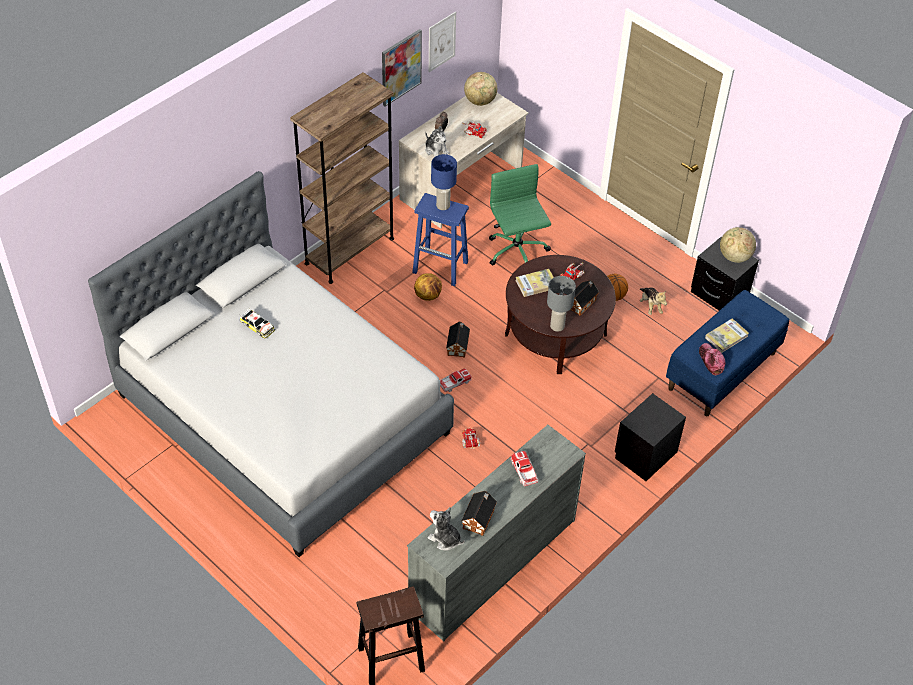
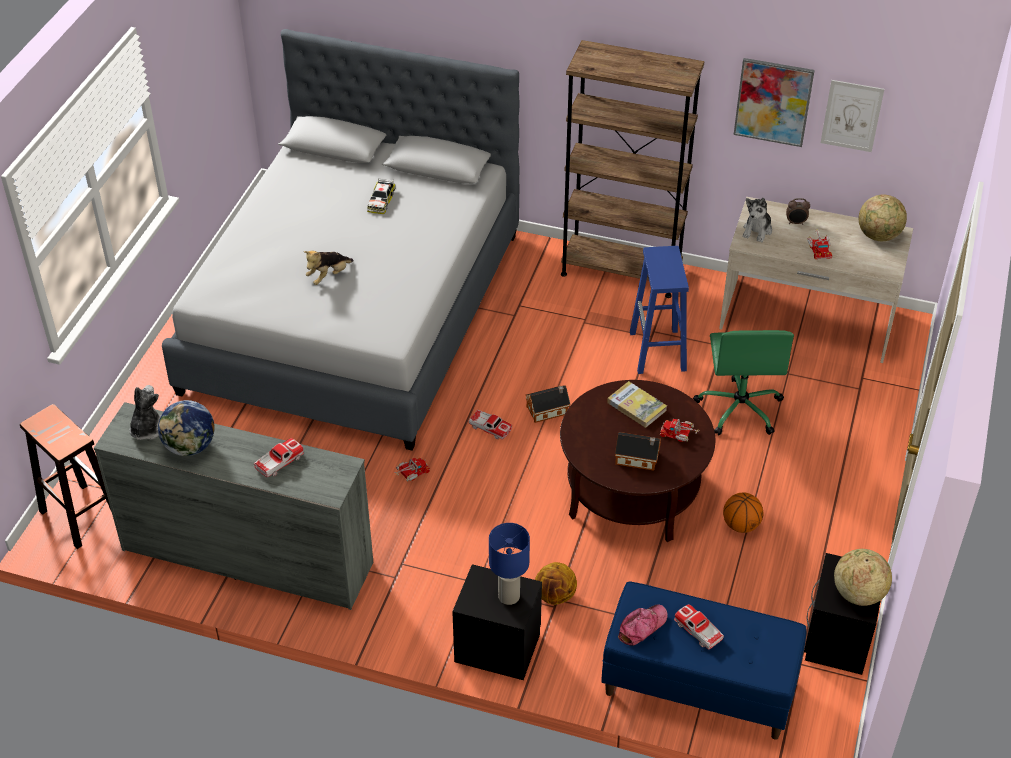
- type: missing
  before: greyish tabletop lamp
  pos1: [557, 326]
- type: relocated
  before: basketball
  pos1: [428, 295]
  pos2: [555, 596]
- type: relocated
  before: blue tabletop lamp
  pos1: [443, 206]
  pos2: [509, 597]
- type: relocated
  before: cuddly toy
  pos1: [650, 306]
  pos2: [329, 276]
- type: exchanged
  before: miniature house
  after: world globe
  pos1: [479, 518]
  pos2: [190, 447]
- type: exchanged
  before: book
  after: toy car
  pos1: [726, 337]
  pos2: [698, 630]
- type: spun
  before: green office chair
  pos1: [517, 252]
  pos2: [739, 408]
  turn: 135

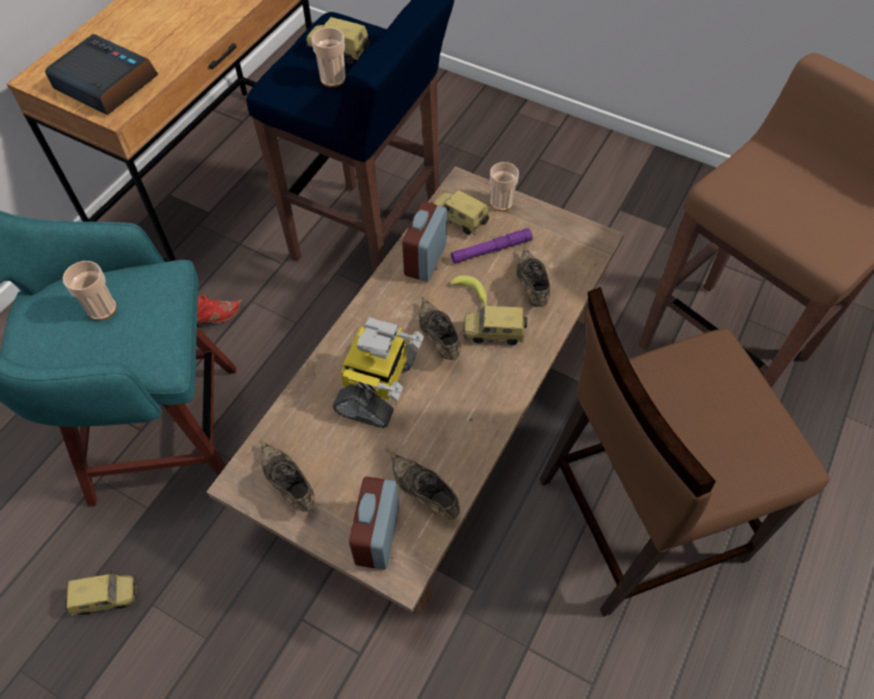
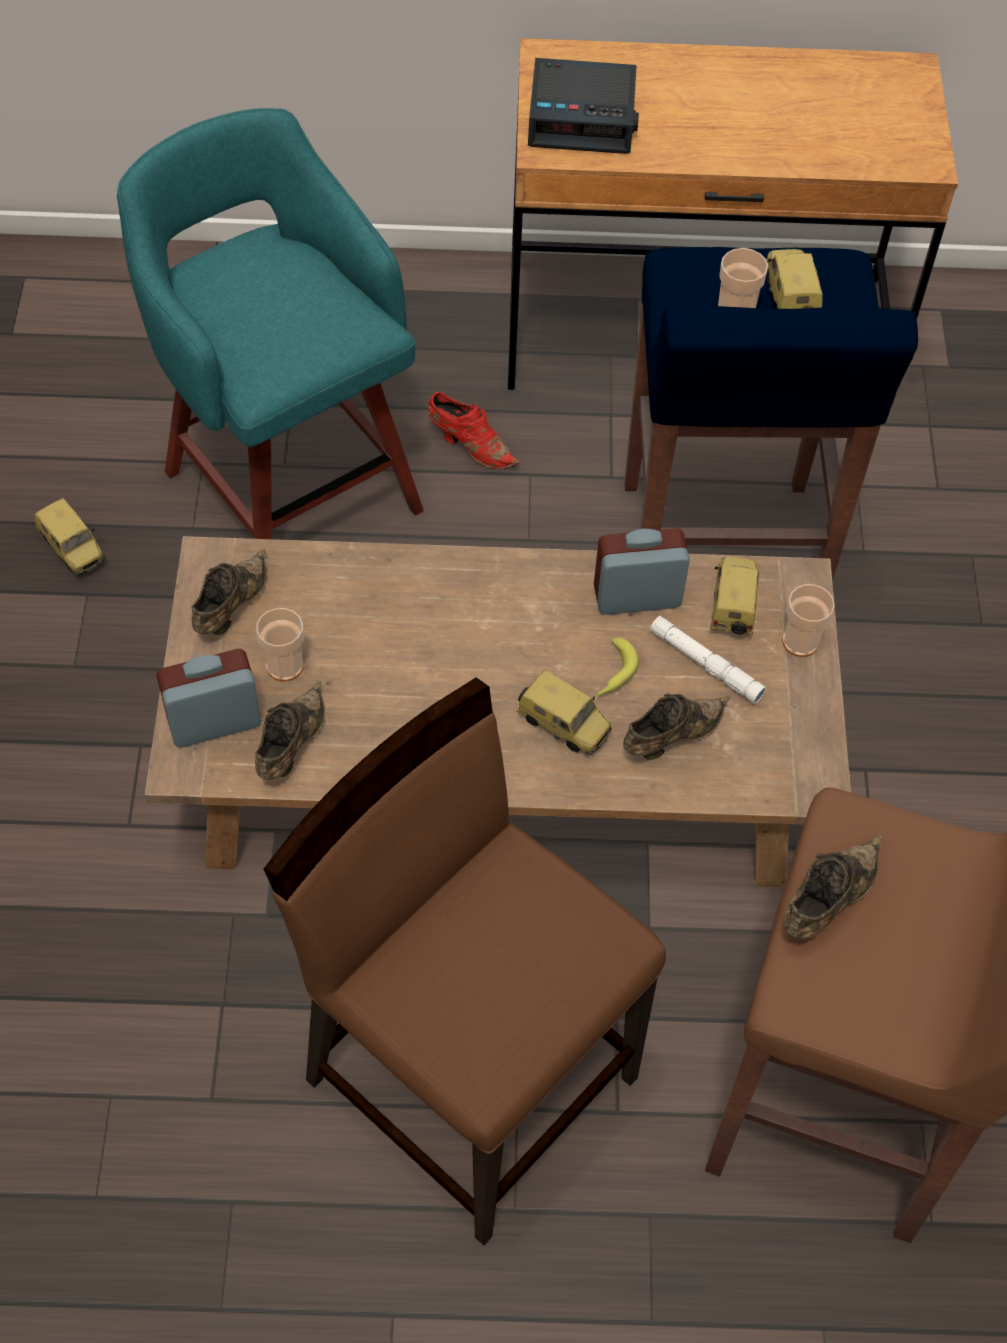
- type: missing
  before: toy robot
  pos1: [378, 387]
- type: relocated
  before: drinking cup
  pos1: [102, 309]
  pos2: [284, 666]
- type: relocated
  before: brown item of footwear
  pos1: [438, 340]
  pos2: [826, 902]
- type: colour
  before: purple-coloured hand torch
  after: white-coloured hand torch
  pos1: [491, 250]
  pos2: [705, 664]
- type: spun
  before: alarm clock
  pos1: [105, 84]
  pos2: [583, 117]
  turn: 90
- type: spun
  before: toy car
  pos1: [494, 335]
  pos2: [564, 724]
  turn: 150

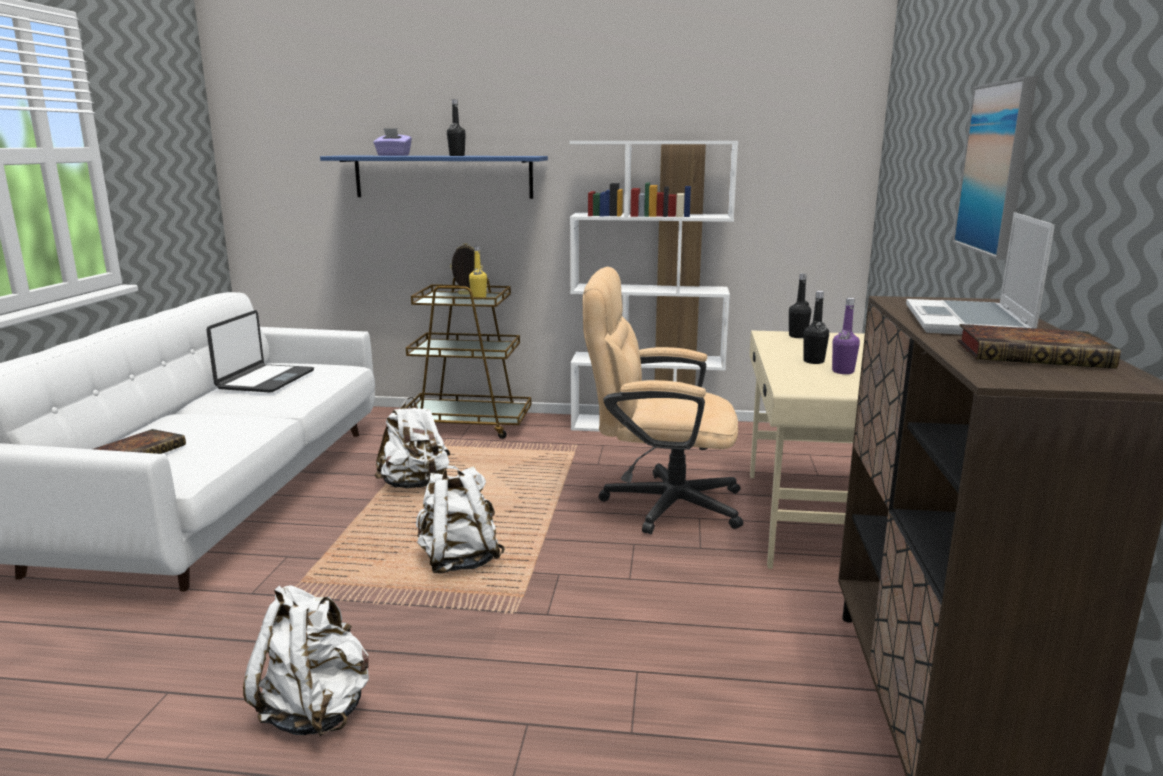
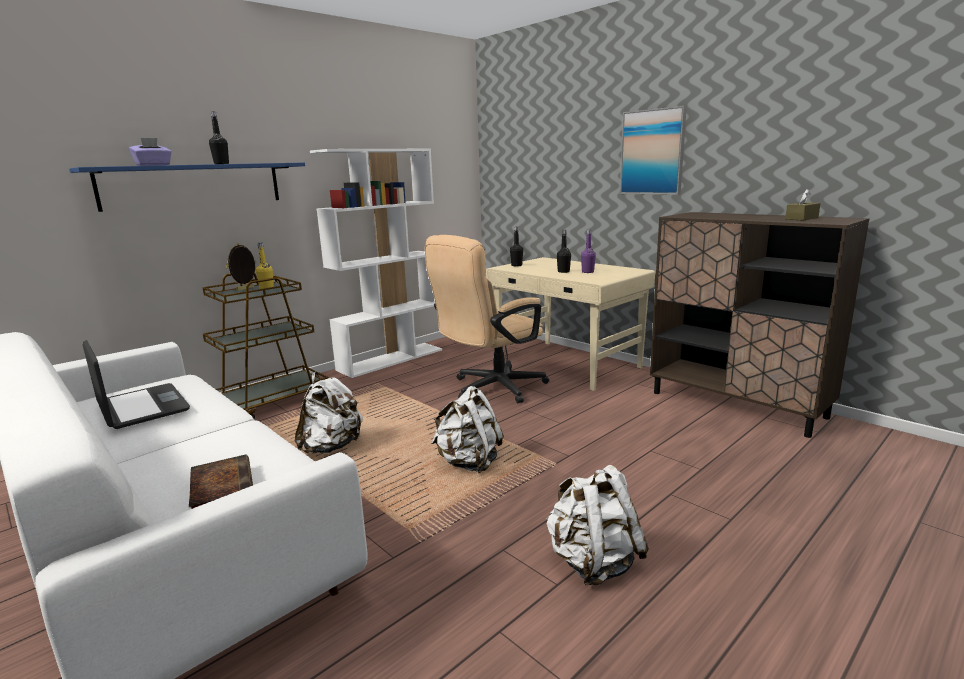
- type: missing
  before: laptop
  pos1: [968, 322]
- type: exchanged
  before: book
  after: brown tissue holder
  pos1: [1035, 355]
  pos2: [801, 218]

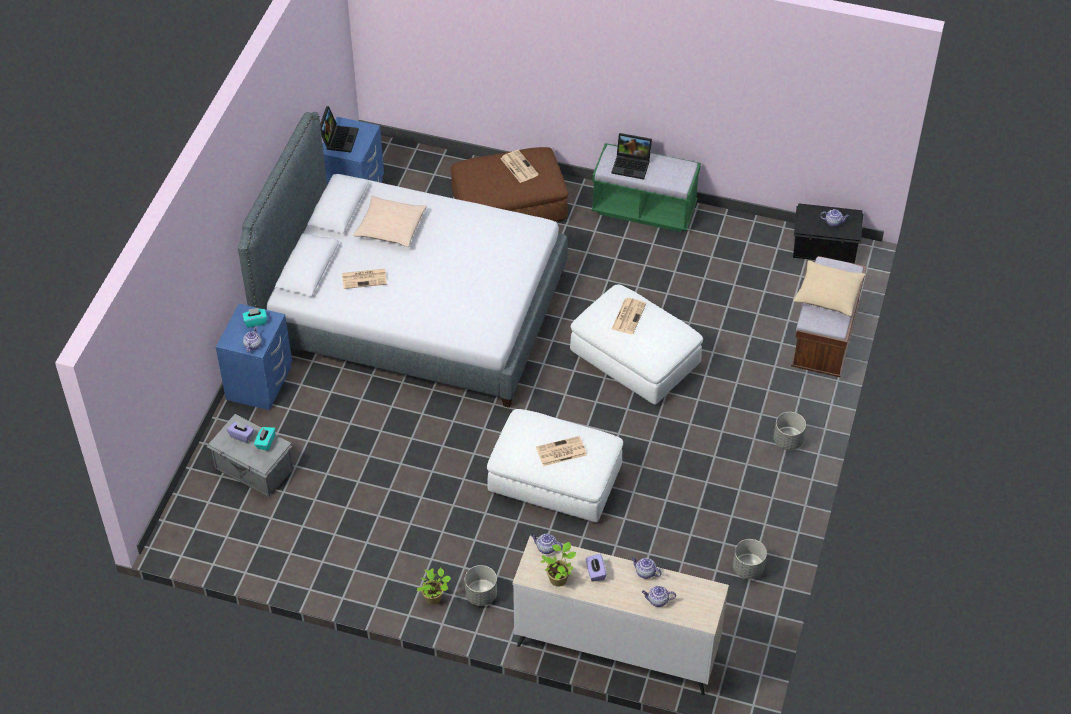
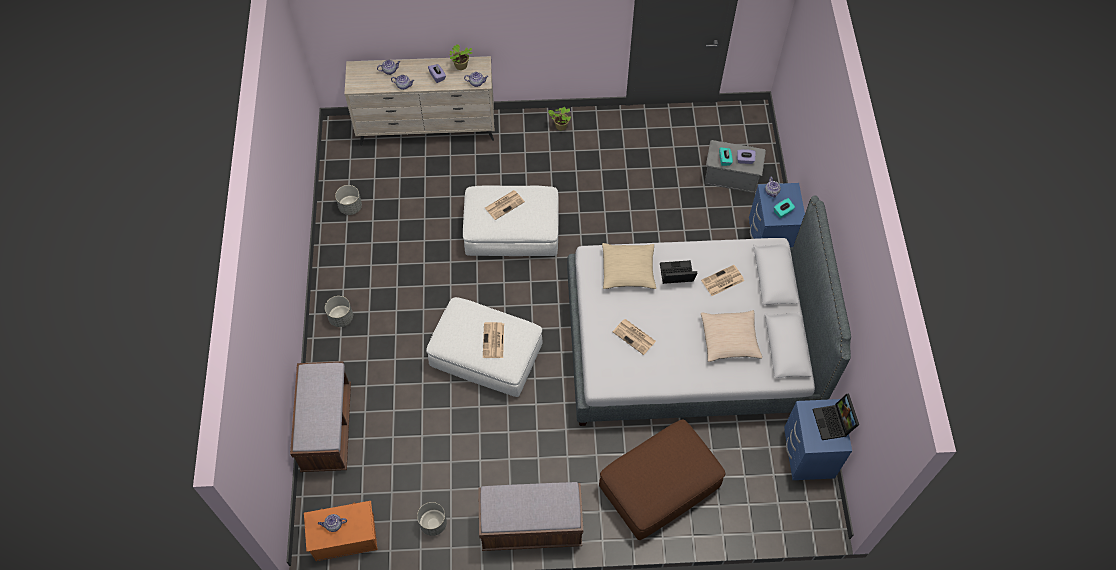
- type: relocated
  before: greyish plant pot
  pos1: [481, 595]
  pos2: [433, 523]
- type: relocated
  before: printed paper
  pos1: [518, 166]
  pos2: [634, 337]
- type: relocated
  before: laptop
  pos1: [632, 165]
  pos2: [676, 275]
- type: relocated
  before: sand-coloured pillow
  pos1: [828, 294]
  pos2: [628, 270]
- type: colour
  before: green indoor bench
  after: brown indoor bench
  pos1: [644, 209]
  pos2: [531, 527]
- type: colour
  before: black-coloured storage bin
  after: orangey storage bin
  pos1: [825, 248]
  pos2: [344, 536]

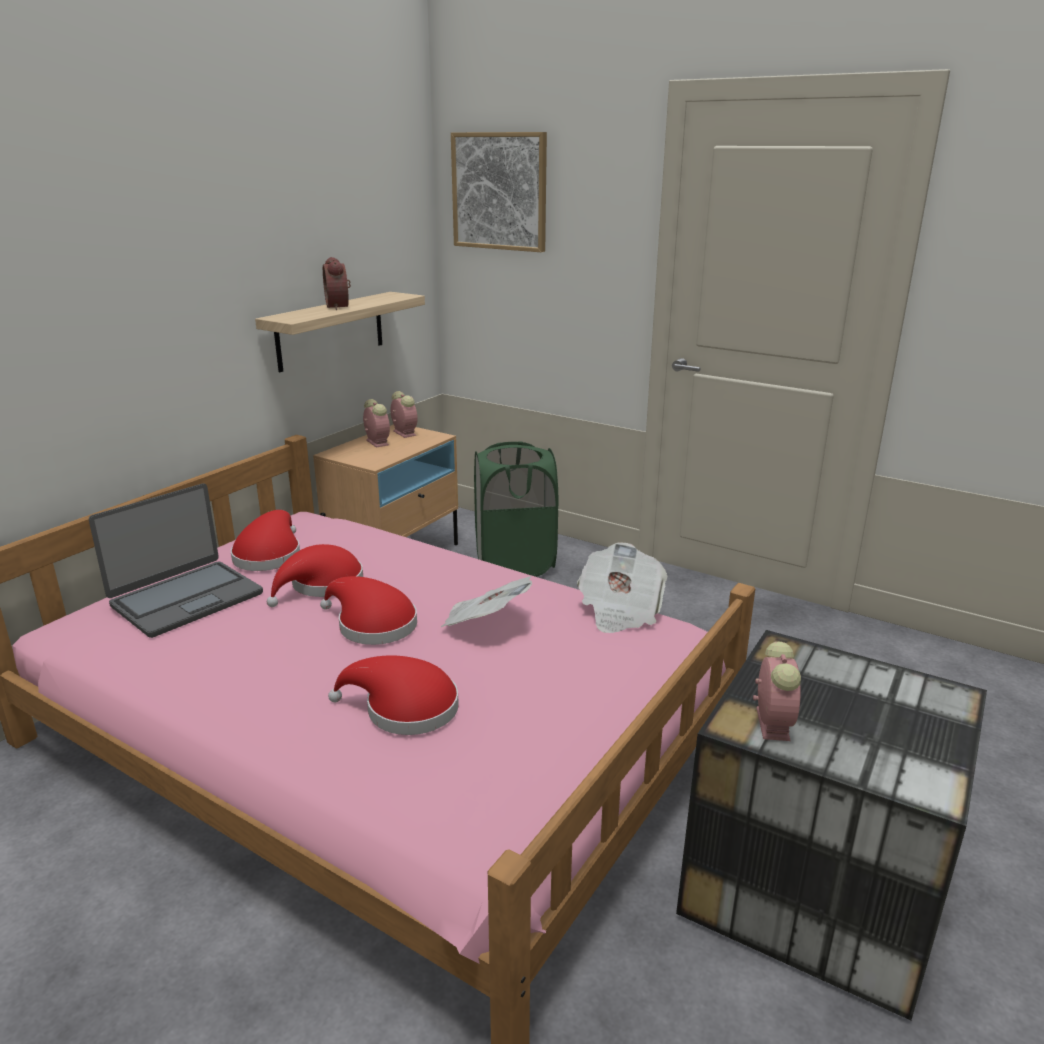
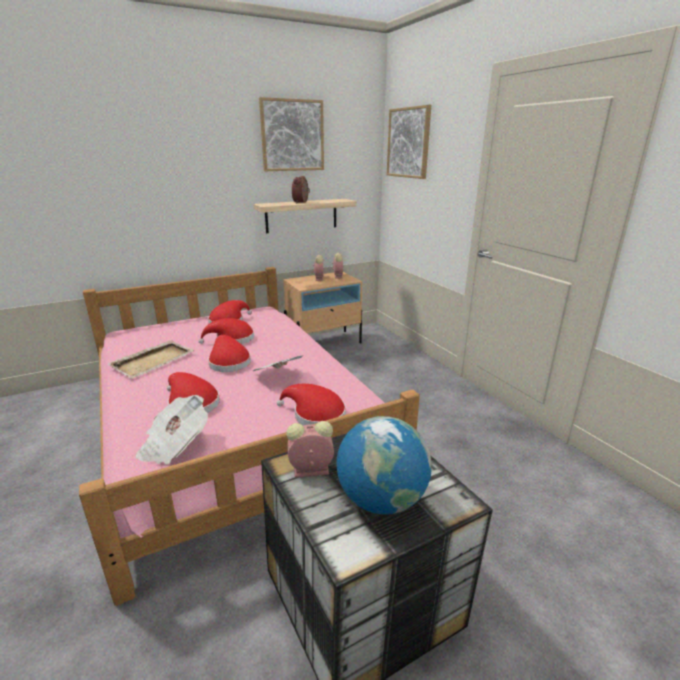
- type: missing
  before: laptop
  pos1: [186, 599]
- type: missing
  before: green washing basket
  pos1: [515, 563]
- type: appeared
  after: sand-coloured serving tray
  pos2: [153, 360]
- type: appeared
  after: wall art
  pos2: [292, 135]
- type: appeared
  after: red clothing hat
  pos2: [315, 415]
- type: appeared
  after: world globe
  pos2: [381, 499]
- type: relocated
  before: printed paper
  pos1: [619, 610]
  pos2: [174, 445]
- type: spun
  before: alarm clock
  pos1: [771, 722]
  pos2: [309, 470]
  turn: -135

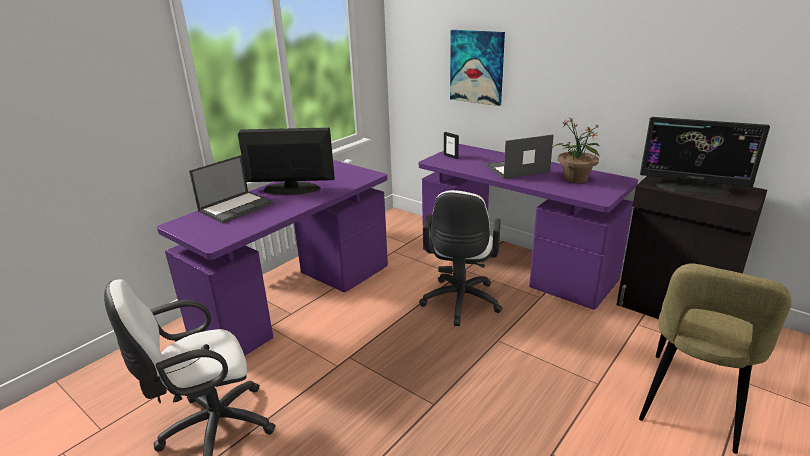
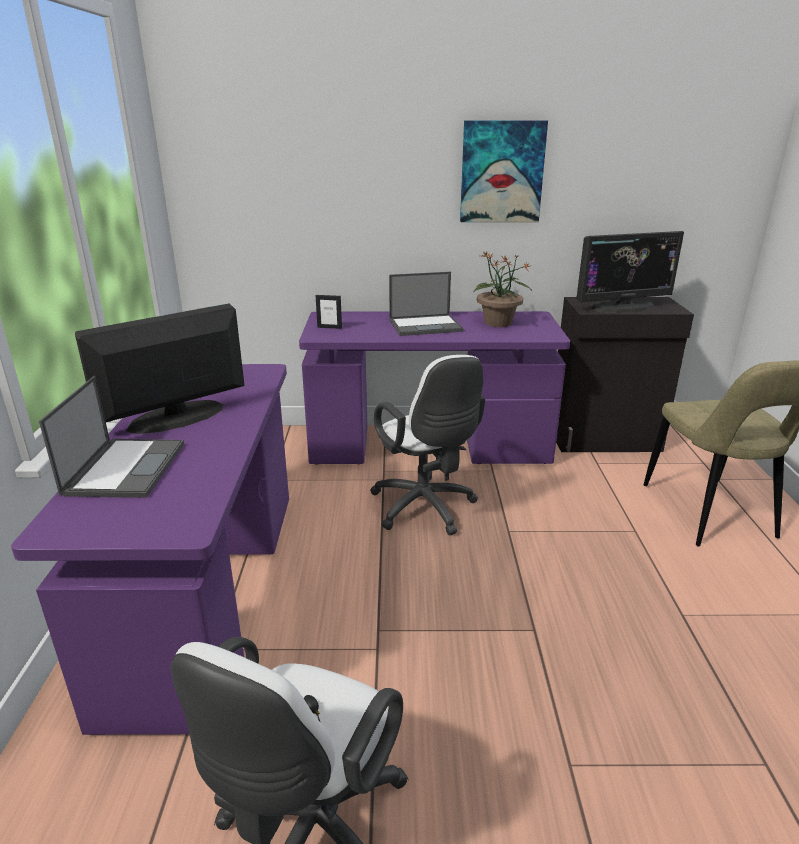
- type: relocated
  before: wall art
  pos1: [477, 67]
  pos2: [501, 172]
- type: spun
  before: laptop
  pos1: [516, 169]
  pos2: [426, 325]
  turn: -135

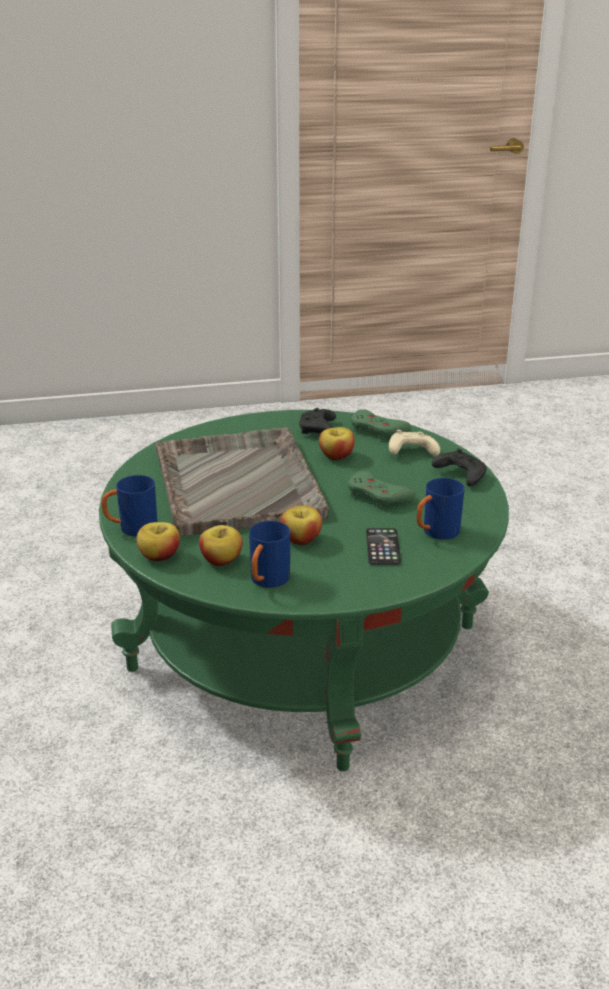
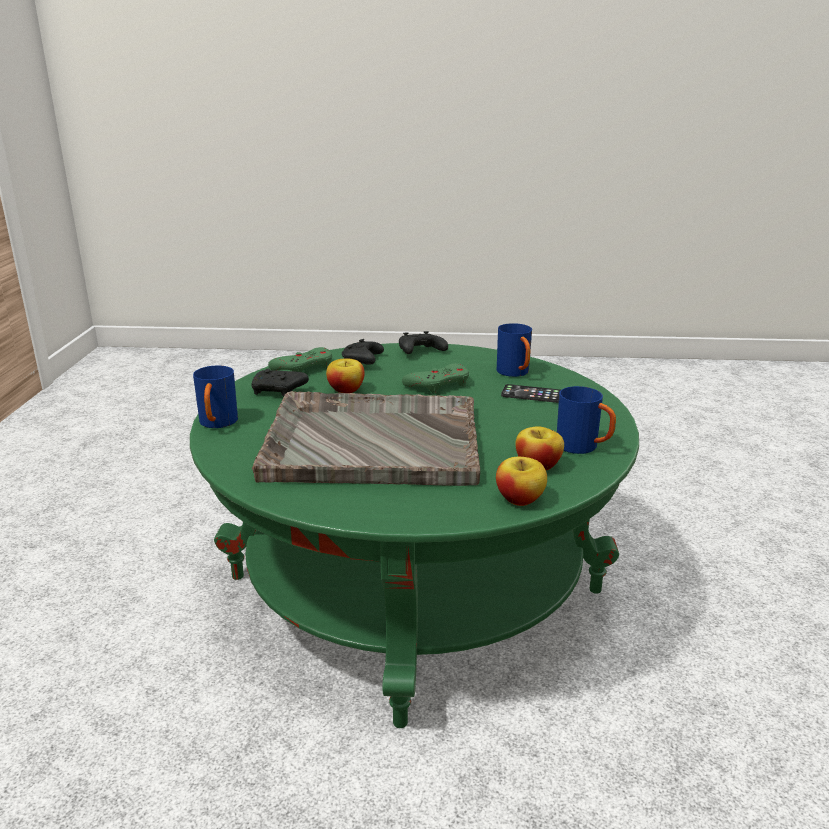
- type: missing
  before: whole apple
  pos1: [301, 539]
- type: relocated
  before: blue coffee mug
  pos1: [131, 529]
  pos2: [217, 424]
- type: colour
  before: sand-coloured gamepad
  after: black-coloured gamepad
  pos1: [410, 452]
  pos2: [362, 362]

